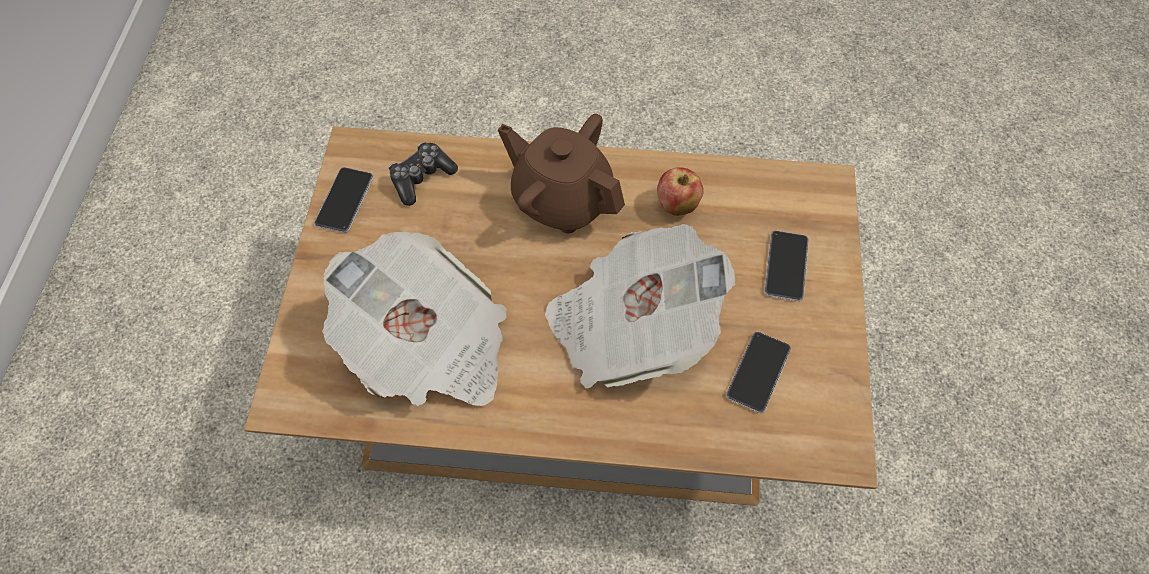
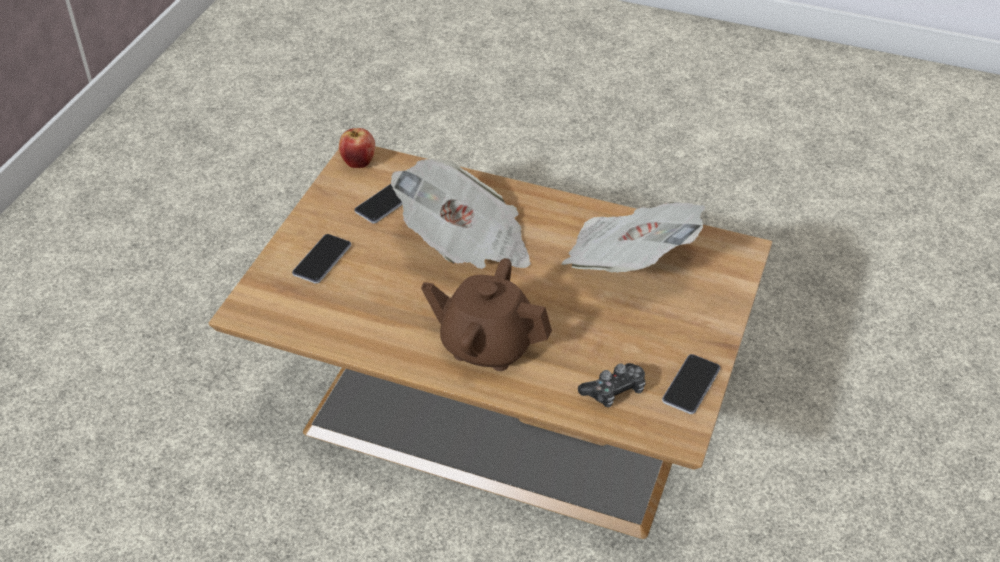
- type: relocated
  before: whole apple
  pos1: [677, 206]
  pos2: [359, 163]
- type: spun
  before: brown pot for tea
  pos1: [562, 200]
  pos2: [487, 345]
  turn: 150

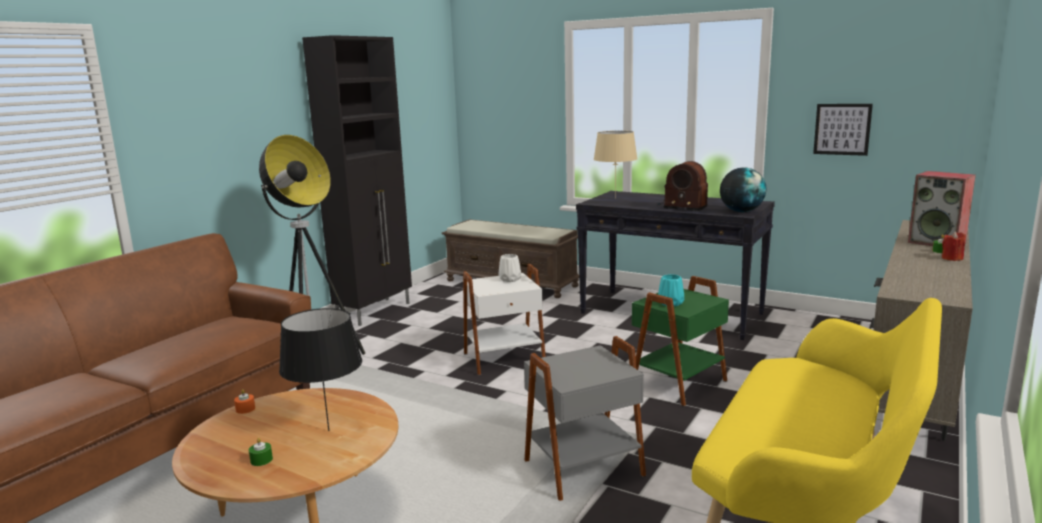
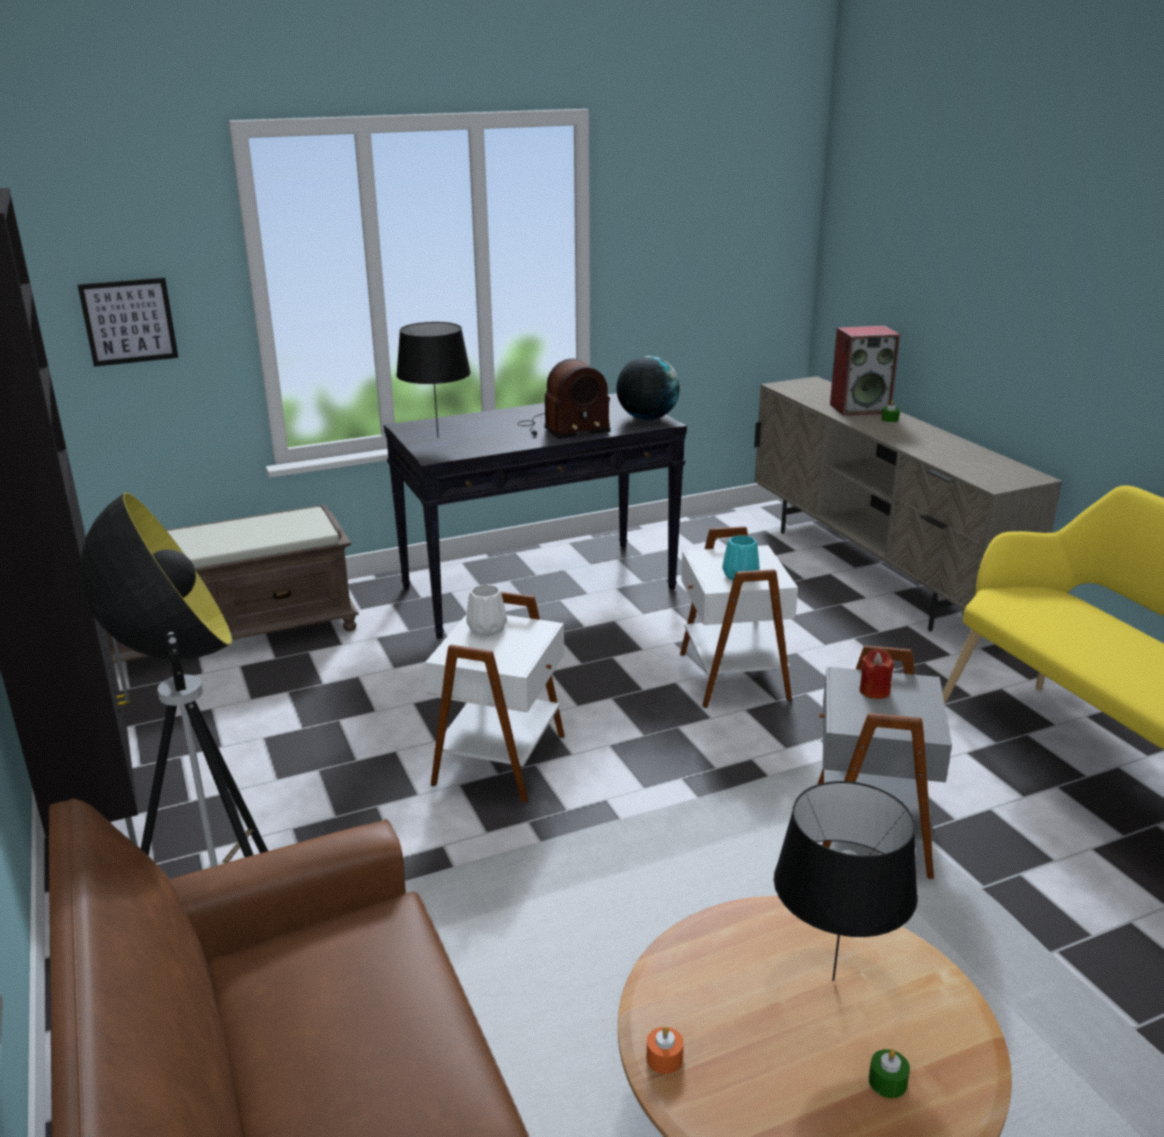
- type: relocated
  before: wall art
  pos1: [842, 129]
  pos2: [129, 321]
- type: relocated
  before: red wax light
  pos1: [952, 258]
  pos2: [874, 691]
- type: colour
  before: sand-coloured tabletop lamp
  after: black-coloured tabletop lamp
  pos1: [615, 198]
  pos2: [437, 437]
- type: colour
  before: green end table
  after: white-coloured end table
  pos1: [677, 383]
  pos2: [731, 676]

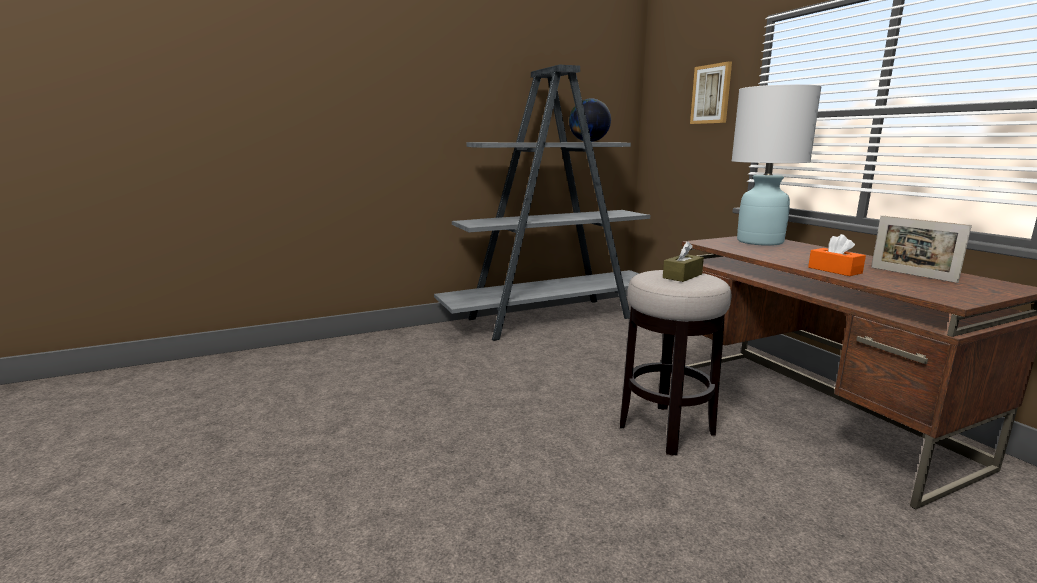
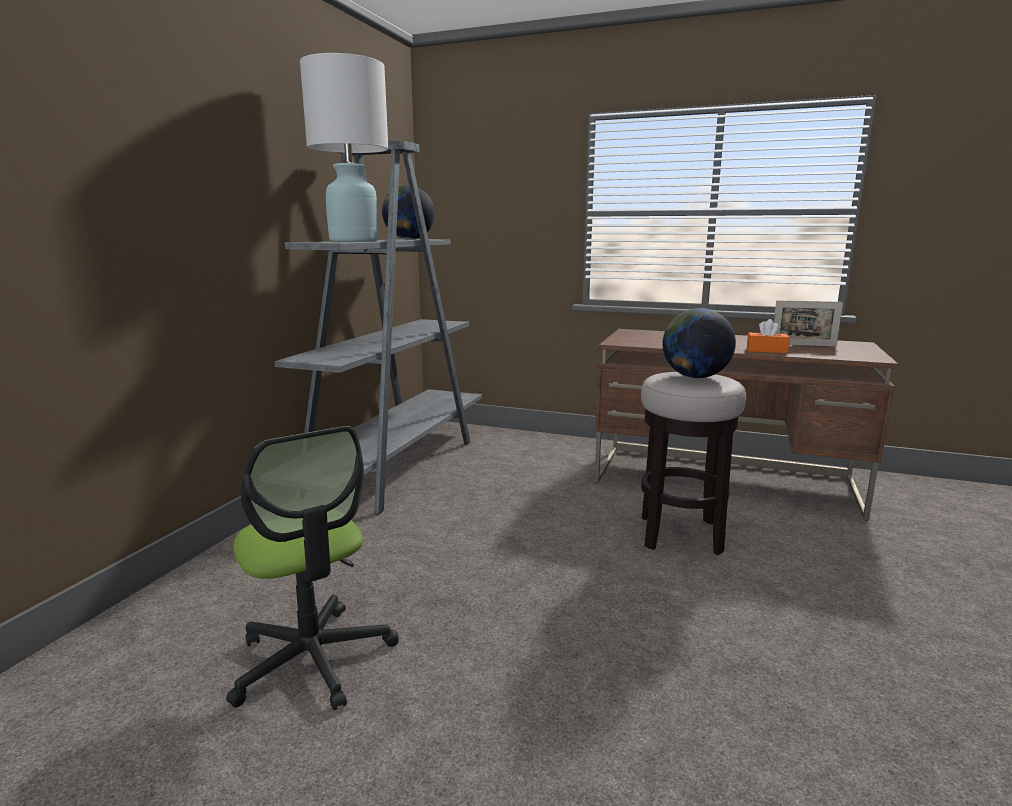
- type: missing
  before: wall art
  pos1: [711, 94]
- type: appeared
  after: office chair
  pos2: [313, 659]
- type: relocated
  before: white-coloured tabletop lamp
  pos1: [759, 242]
  pos2: [353, 241]
- type: exchanged
  before: brown tissue holder
  after: world globe
  pos1: [682, 276]
  pos2: [695, 377]

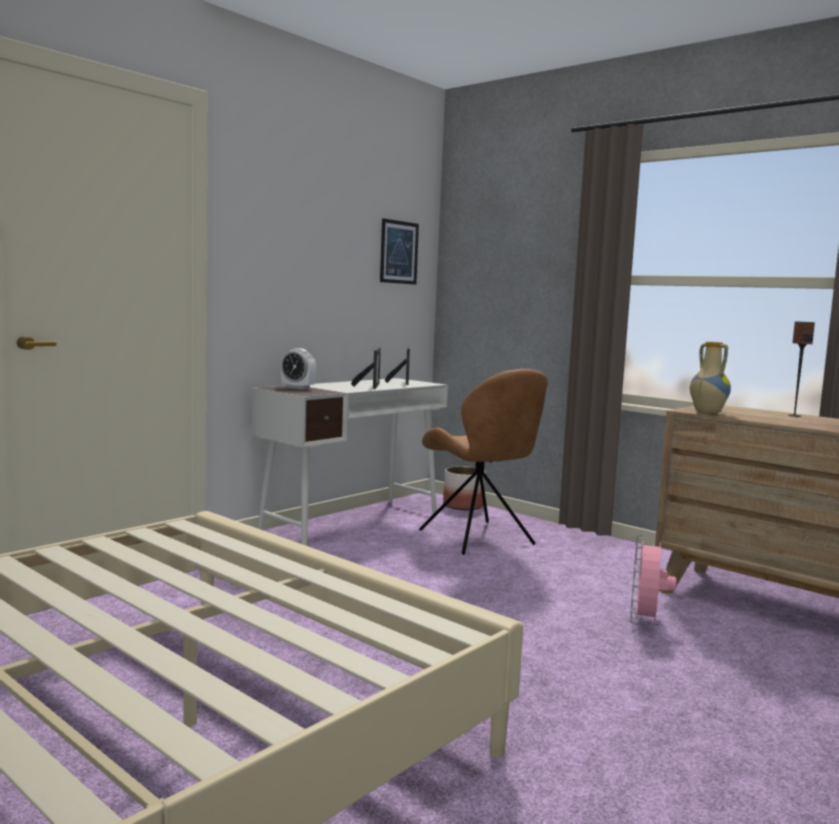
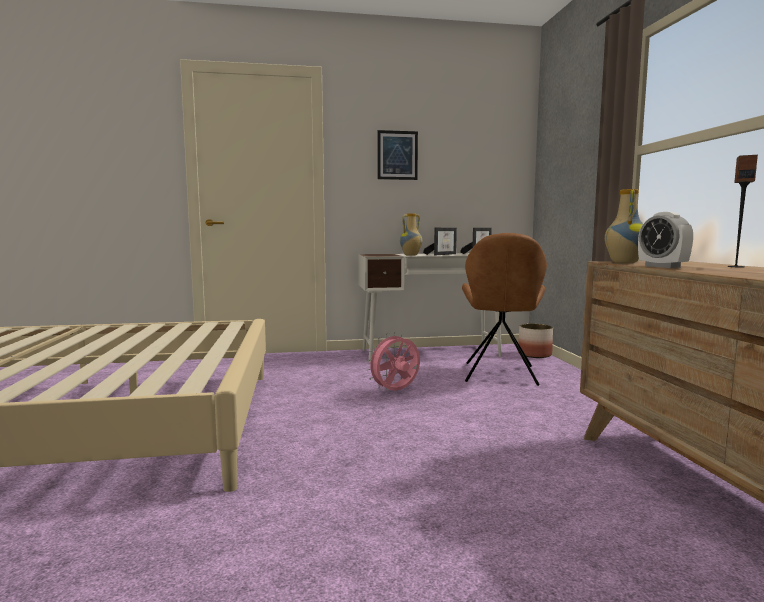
- type: appeared
  after: decorative vase
  pos2: [411, 255]
- type: relocated
  before: alarm clock
  pos1: [298, 388]
  pos2: [662, 266]
- type: relocated
  before: wall art
  pos1: [399, 252]
  pos2: [397, 155]
- type: relocated
  before: pink-coloured cooling fan
  pos1: [645, 623]
  pos2: [395, 392]

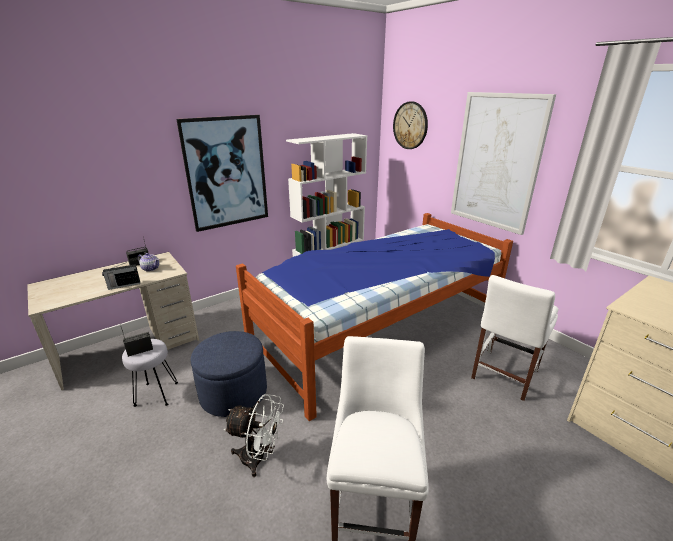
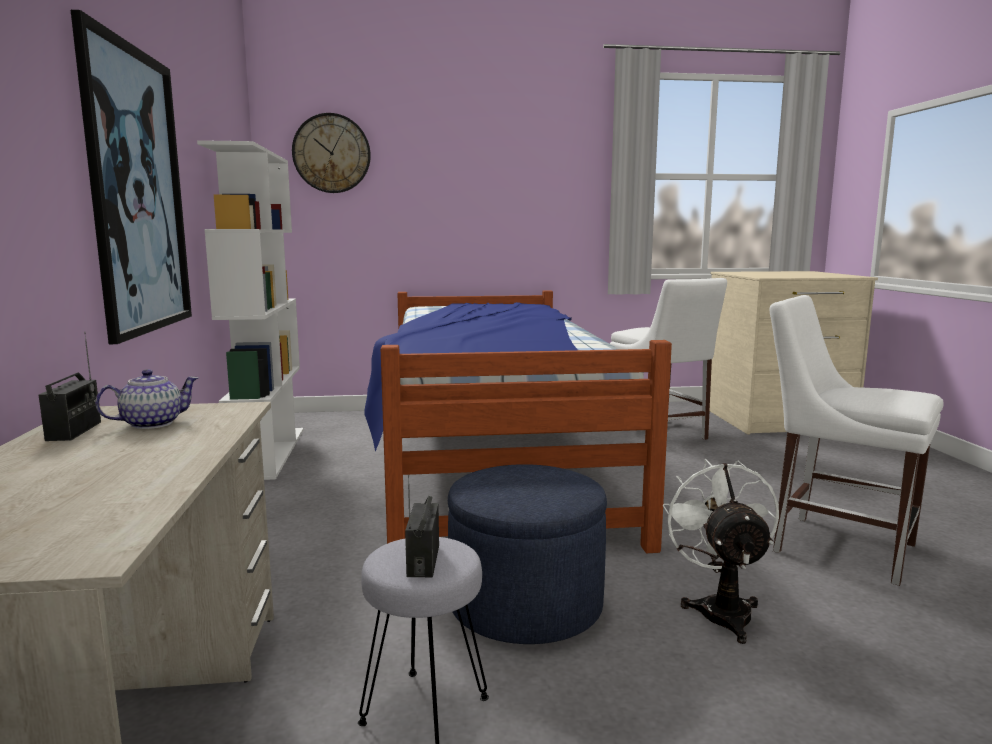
- type: missing
  before: radio set
  pos1: [123, 285]
- type: missing
  before: wall art
  pos1: [496, 162]
- type: spun
  before: white-coloured cooling fan
  pos1: [259, 458]
  pos2: [721, 609]
  turn: -45

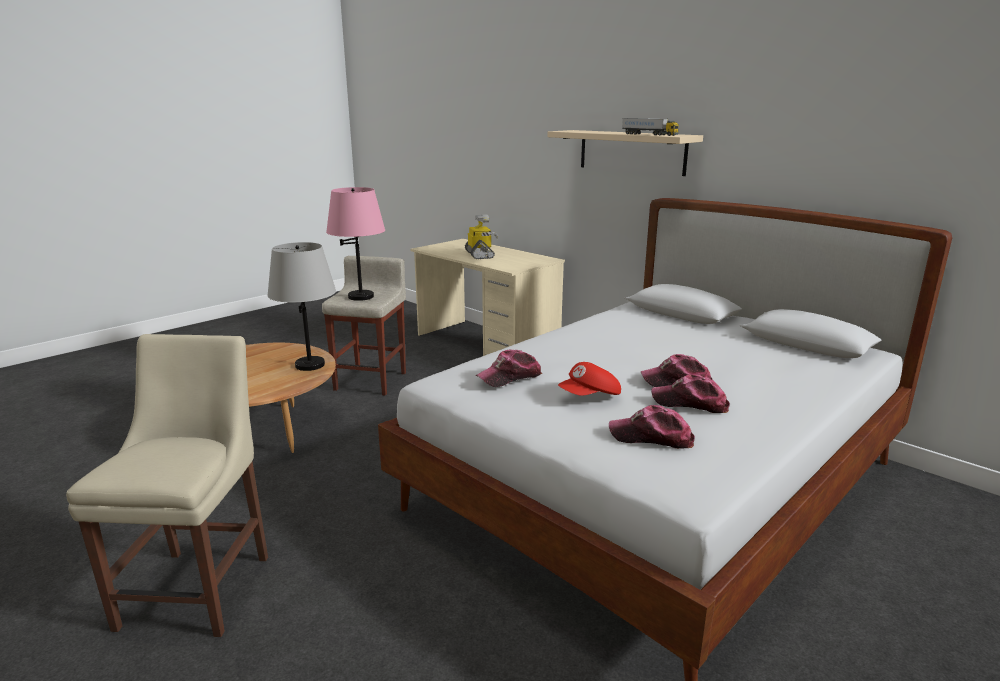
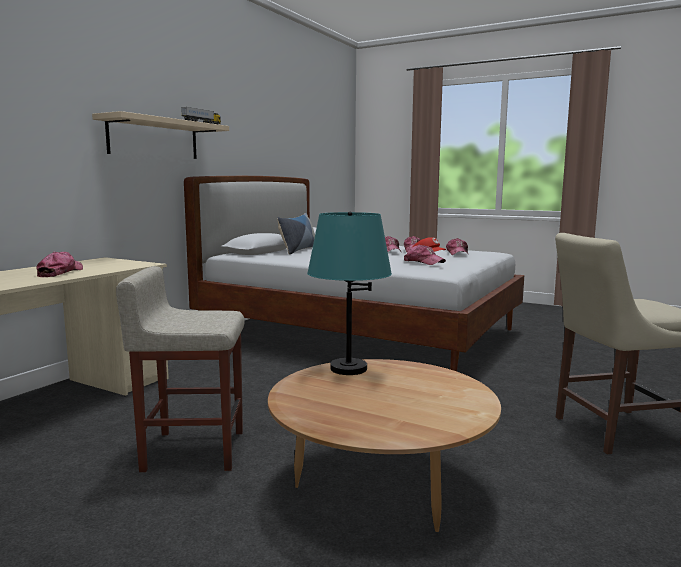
- type: missing
  before: pink-coloured tabletop lamp
  pos1: [361, 296]
- type: appeared
  after: pillow
  pos2: [298, 250]
- type: exchanged
  before: toy robot
  after: baseball cap
  pos1: [480, 255]
  pos2: [60, 272]
- type: colour
  before: greyish tabletop lamp
  after: turquoise-coloured tabletop lamp
  pos1: [309, 365]
  pos2: [348, 369]

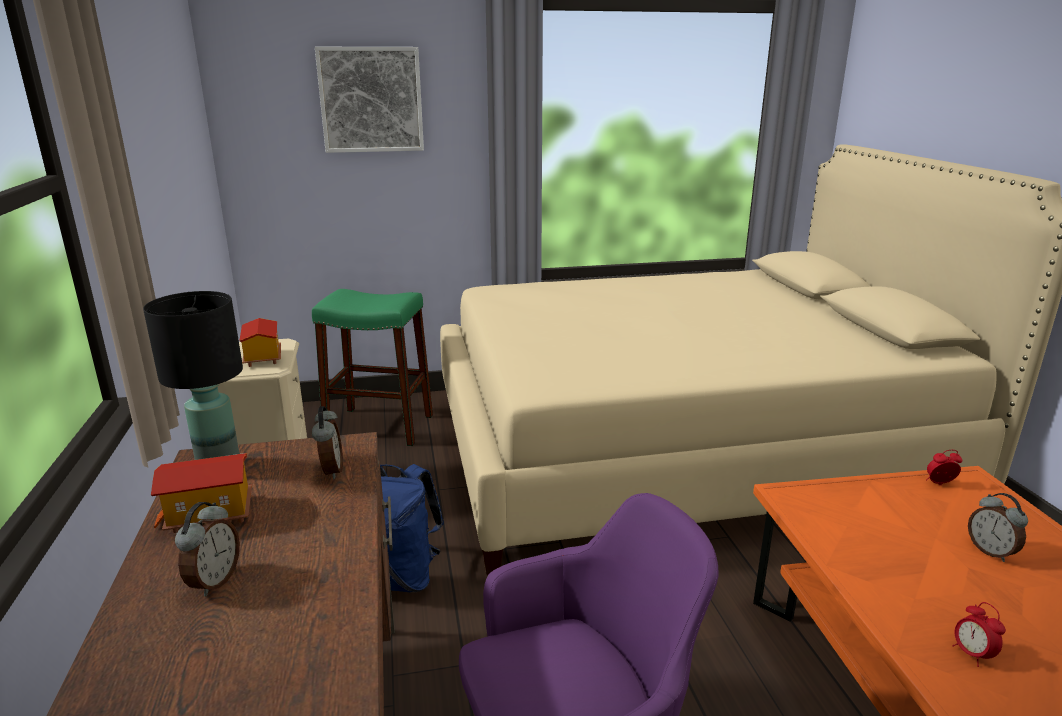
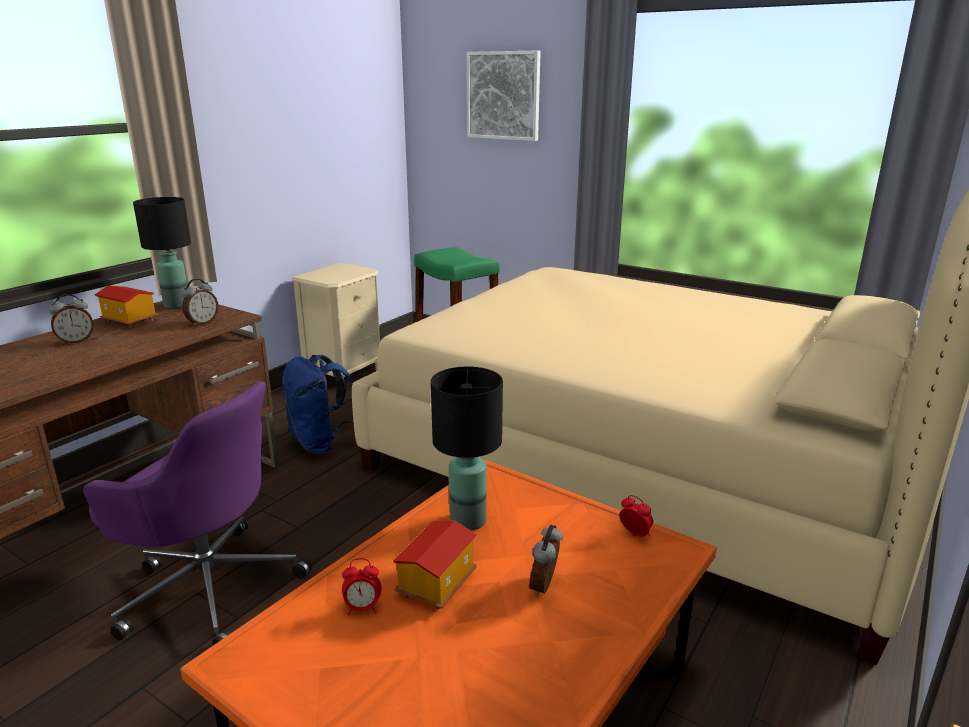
- type: appeared
  after: black-coloured tabletop lamp
  pos2: [467, 520]
- type: relocated
  before: miniature house
  pos1: [262, 358]
  pos2: [436, 584]
- type: spun
  before: alarm clock
  pos1: [971, 654]
  pos2: [362, 608]
  turn: -120

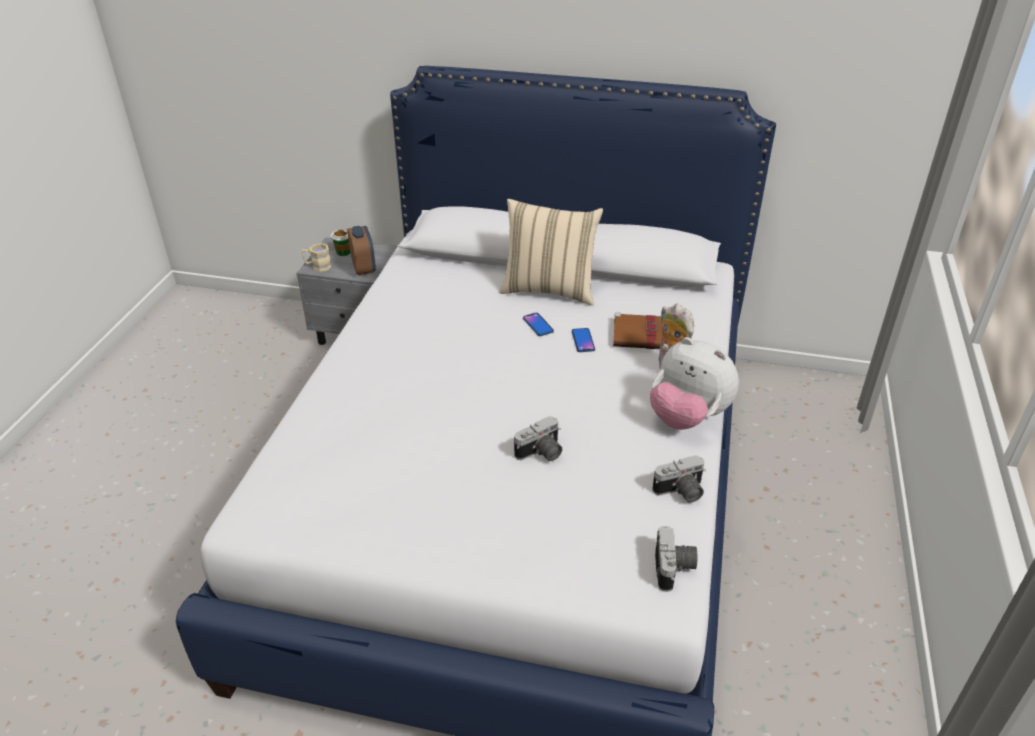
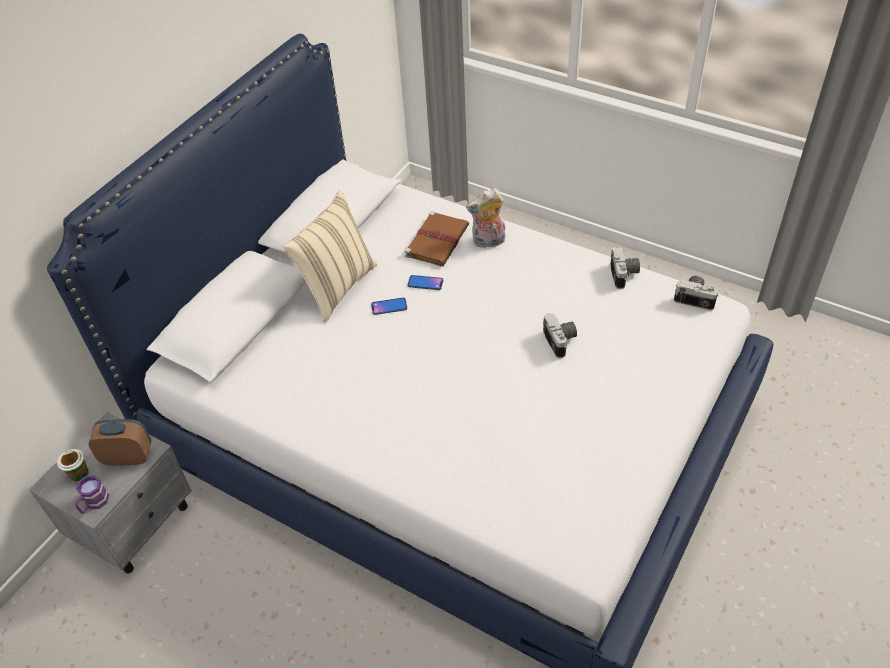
- type: missing
  before: cuddly toy
  pos1: [687, 417]
- type: colour
  before: sand-coloured coffee mug
  after: purple-coloured coffee mug
  pos1: [317, 266]
  pos2: [94, 503]

